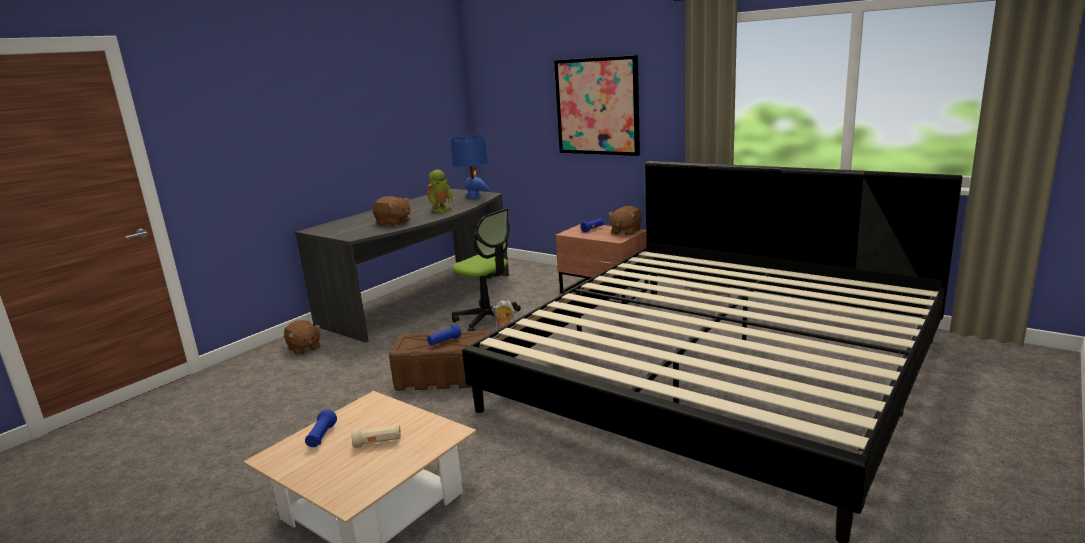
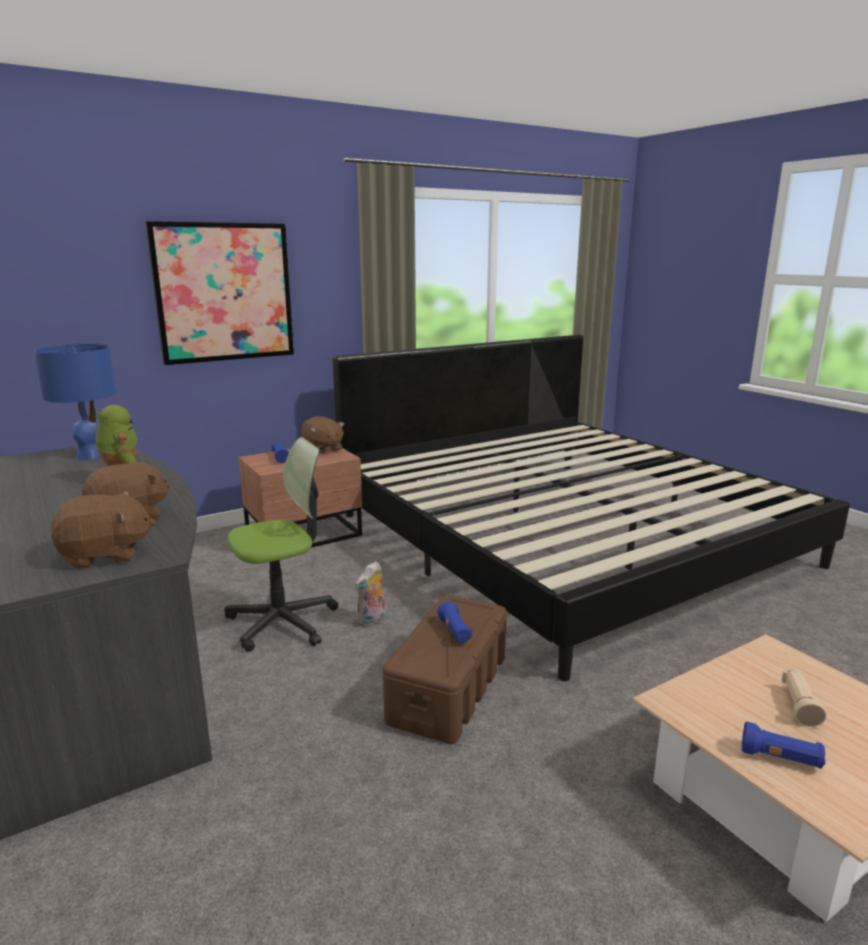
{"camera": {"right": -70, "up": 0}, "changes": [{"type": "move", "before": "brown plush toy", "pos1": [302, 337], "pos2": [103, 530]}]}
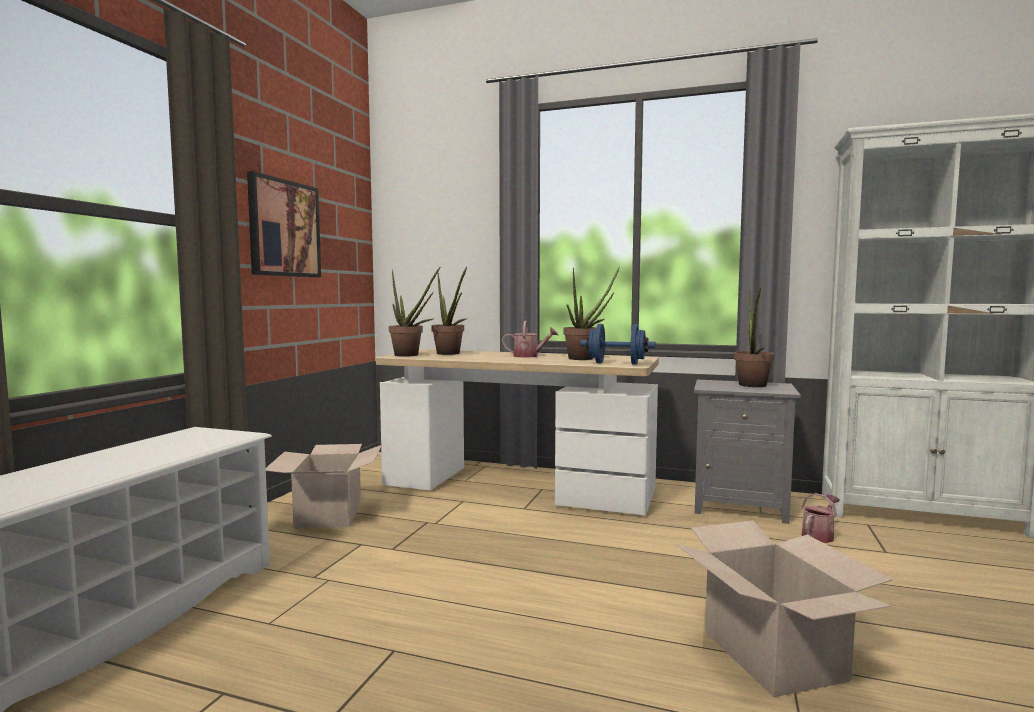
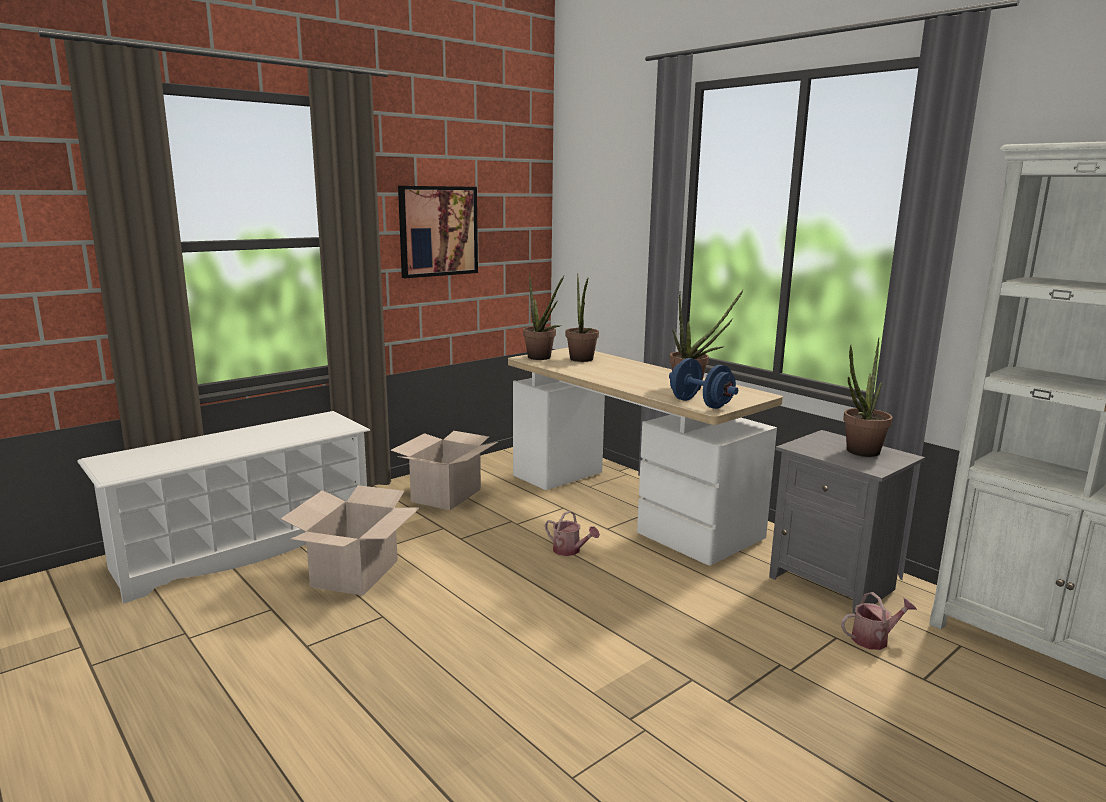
{"camera": {"right": 30, "up": 10}, "changes": [{"type": "move", "before": "watering can", "pos1": [530, 339], "pos2": [572, 533]}, {"type": "move", "before": "cardboard box", "pos1": [784, 608], "pos2": [350, 540]}]}
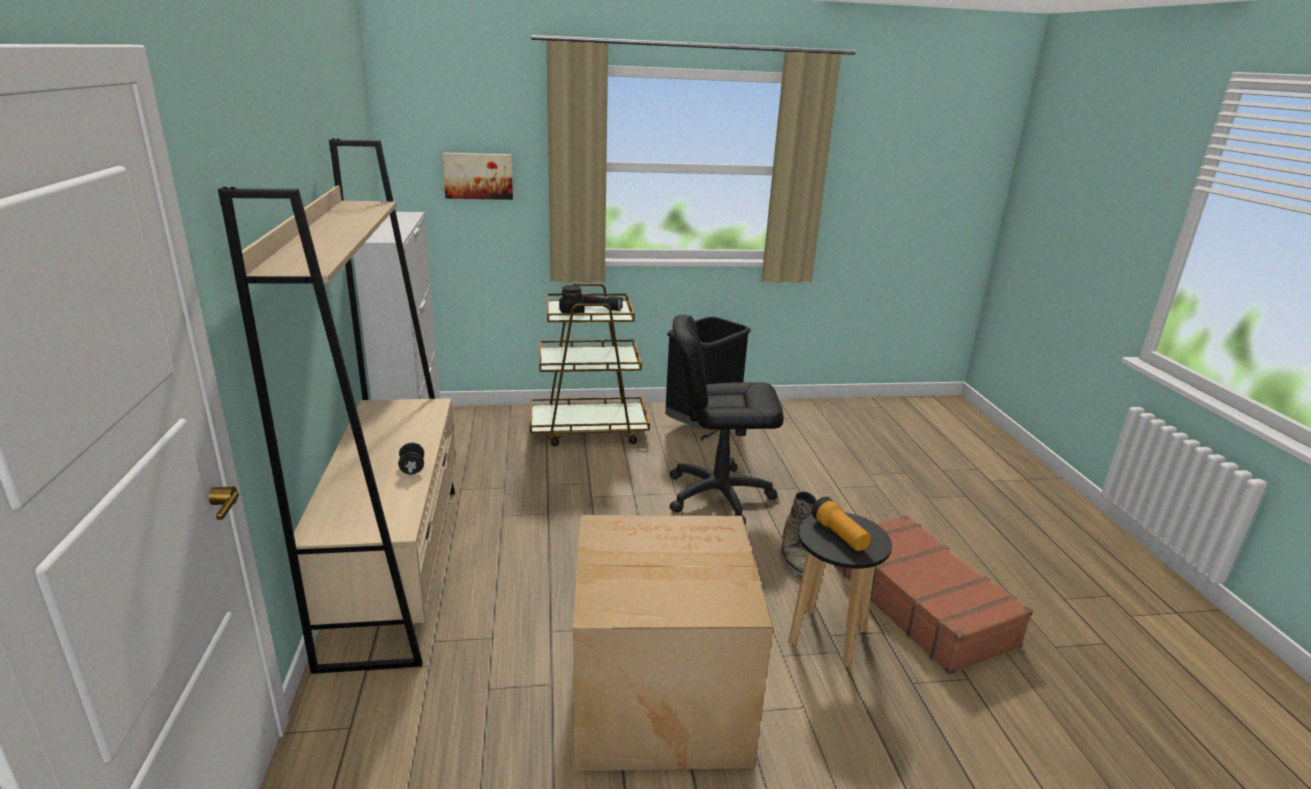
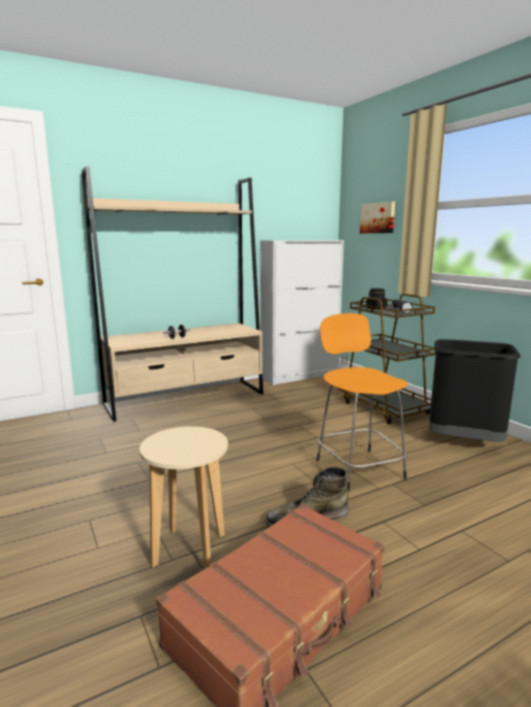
{"camera": {"right": 70, "up": -10}, "changes": [{"type": "replace", "before": "black office chair", "after": "orange stool", "pos1": [727, 419], "pos2": [362, 402]}, {"type": "delete", "before": "flashlight", "pos1": [841, 524]}, {"type": "recolor", "before": "black stool", "after": "beige stool", "pos1": [840, 589], "pos2": [183, 497]}, {"type": "delete", "before": "cardboard box", "pos1": [673, 643]}]}
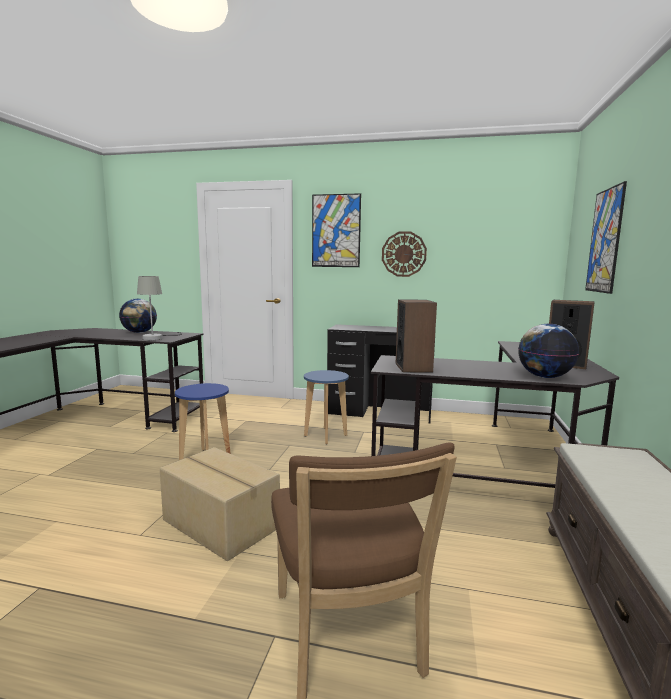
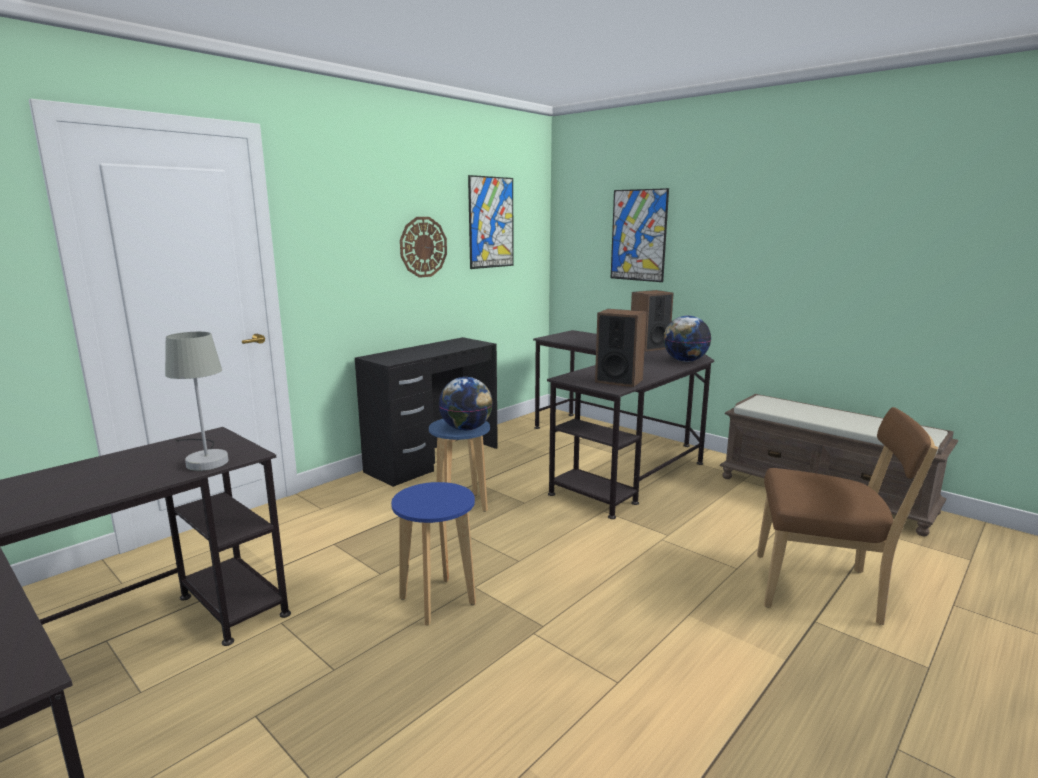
{"camera": {"right": -60, "up": 5}, "changes": [{"type": "move", "before": "picture", "pos1": [336, 230], "pos2": [490, 222]}, {"type": "move", "before": "globe", "pos1": [138, 316], "pos2": [465, 404]}, {"type": "delete", "before": "cardboard box", "pos1": [220, 504]}]}
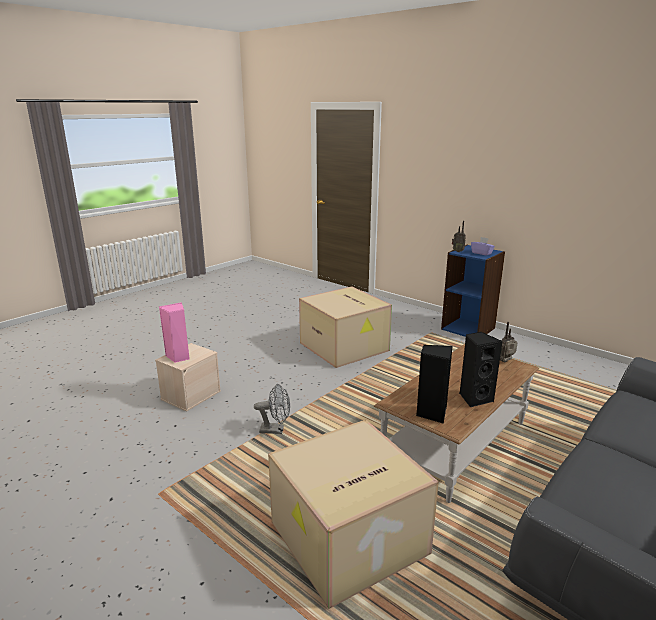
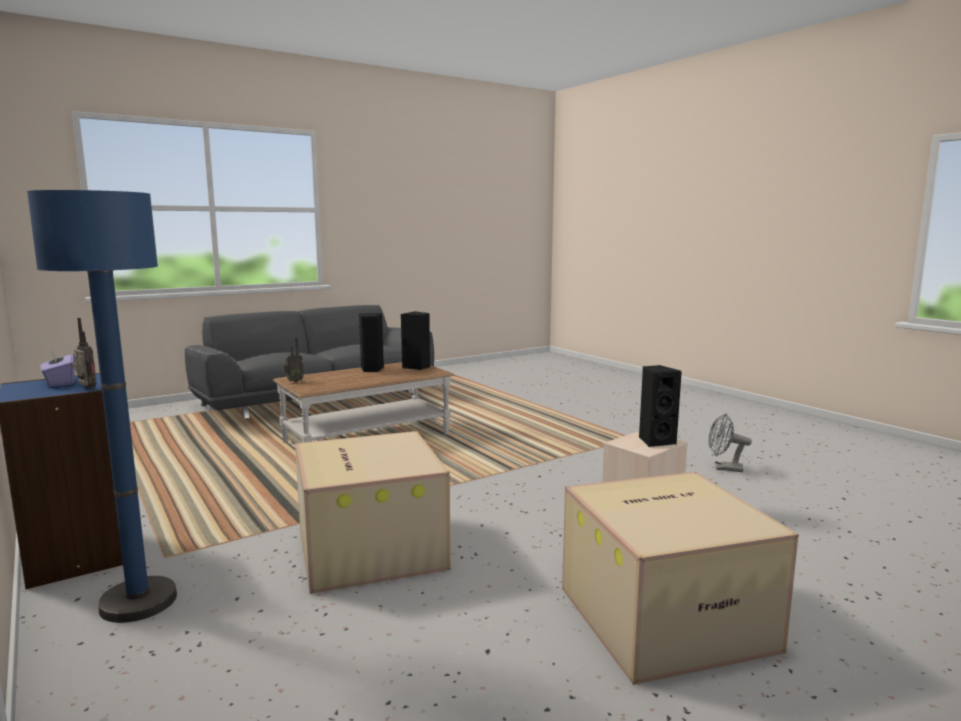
{"camera": {"right": -165, "up": -10}, "changes": [{"type": "recolor", "before": "pink speaker", "after": "black speaker", "pos1": [174, 332], "pos2": [660, 406]}, {"type": "move", "before": "grey fan", "pos1": [272, 409], "pos2": [730, 443]}, {"type": "move", "before": "cardboard box", "pos1": [353, 514], "pos2": [680, 578]}, {"type": "insert", "after": "blue floor lamp", "pos2": [102, 406]}]}
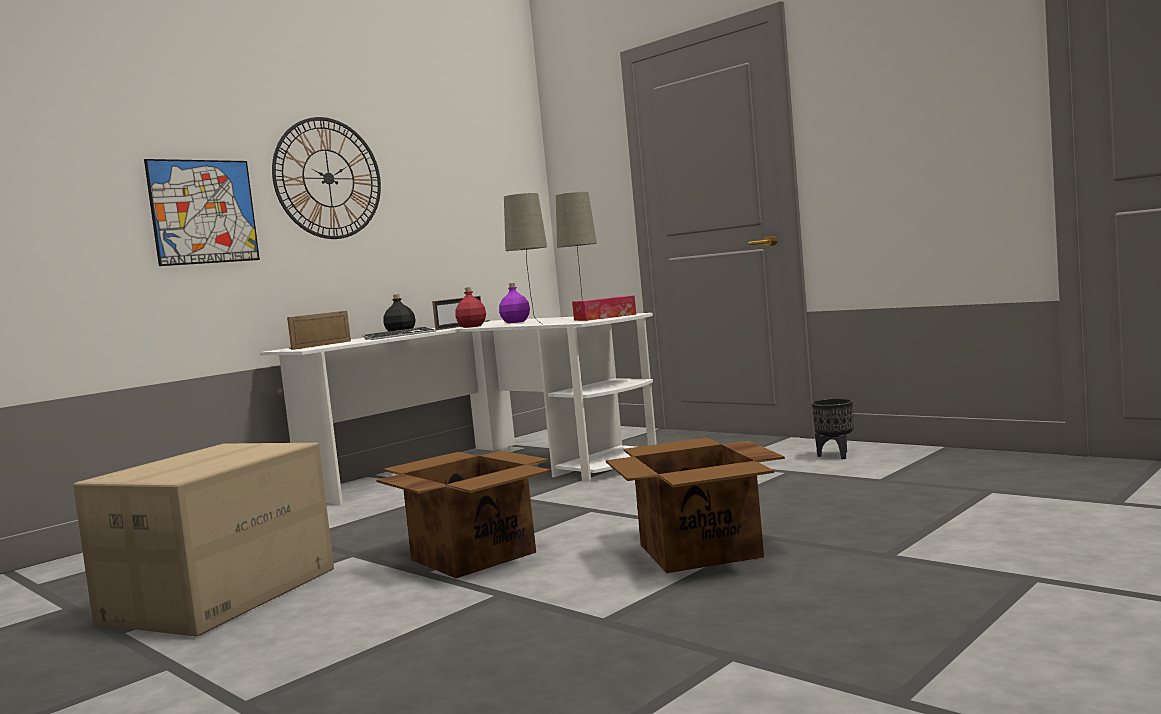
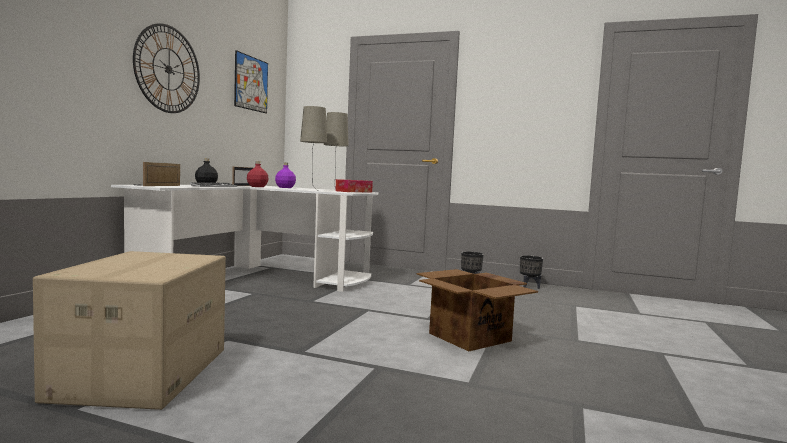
{"camera": {"right": -25, "up": 0}, "changes": [{"type": "move", "before": "picture", "pos1": [202, 212], "pos2": [251, 81]}, {"type": "delete", "before": "cardboard box", "pos1": [463, 514]}, {"type": "insert", "after": "black planter", "pos2": [531, 272]}]}
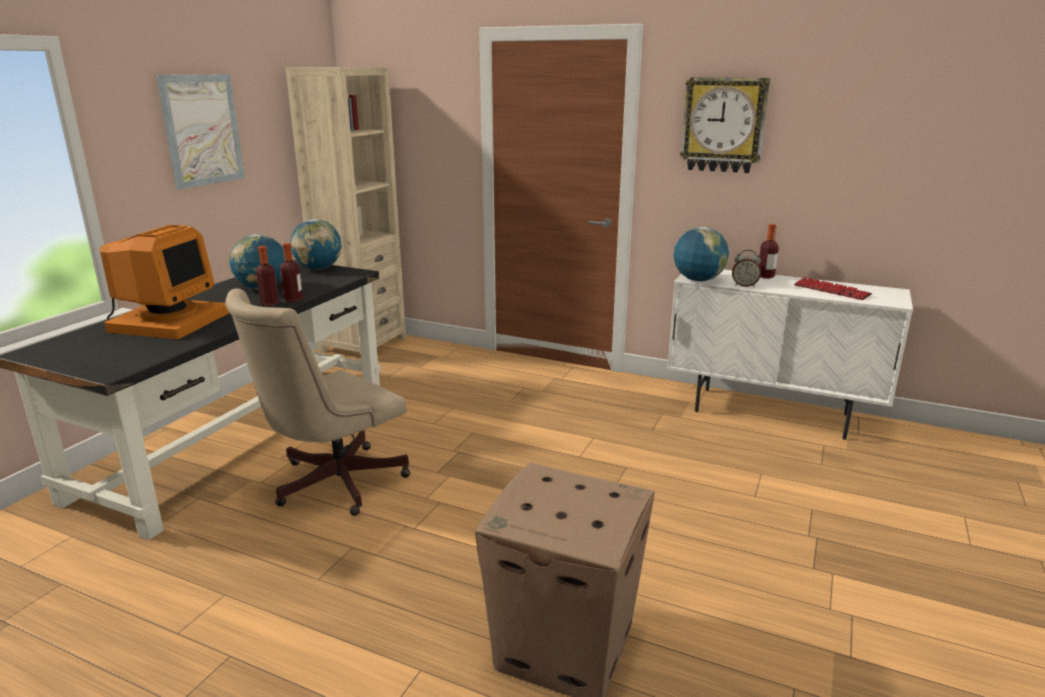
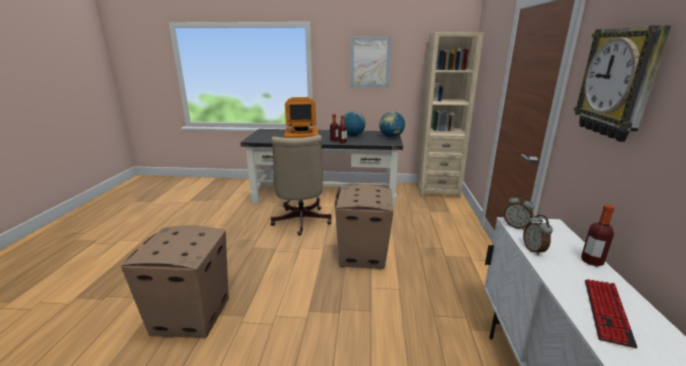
{"camera": {"right": 70, "up": 0}, "changes": [{"type": "replace", "before": "globe", "after": "alarm clock", "pos1": [701, 254], "pos2": [519, 212]}, {"type": "rotate", "before": "beige office chair", "pos1": [317, 402], "pos2": [301, 185], "turn": -120}, {"type": "insert", "after": "cardboard box", "pos2": [364, 227]}]}
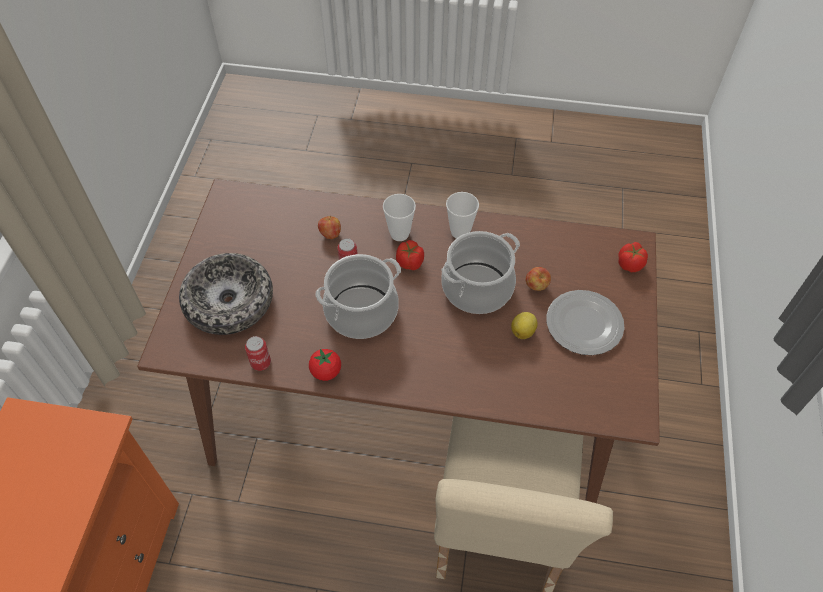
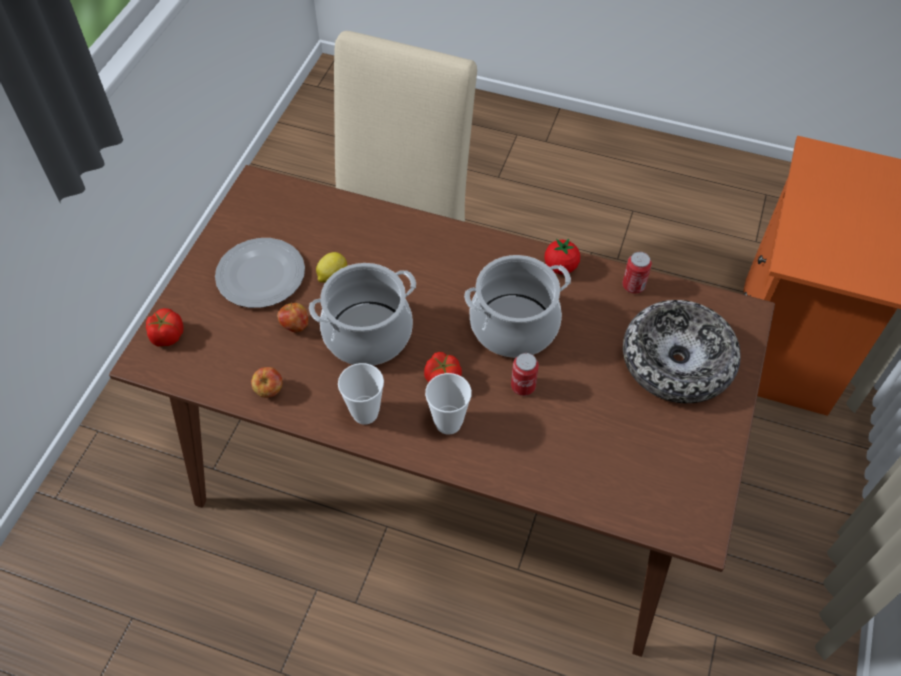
{"camera": {"right": -170, "up": 0}, "changes": [{"type": "move", "before": "apple", "pos1": [329, 227], "pos2": [266, 382]}]}
